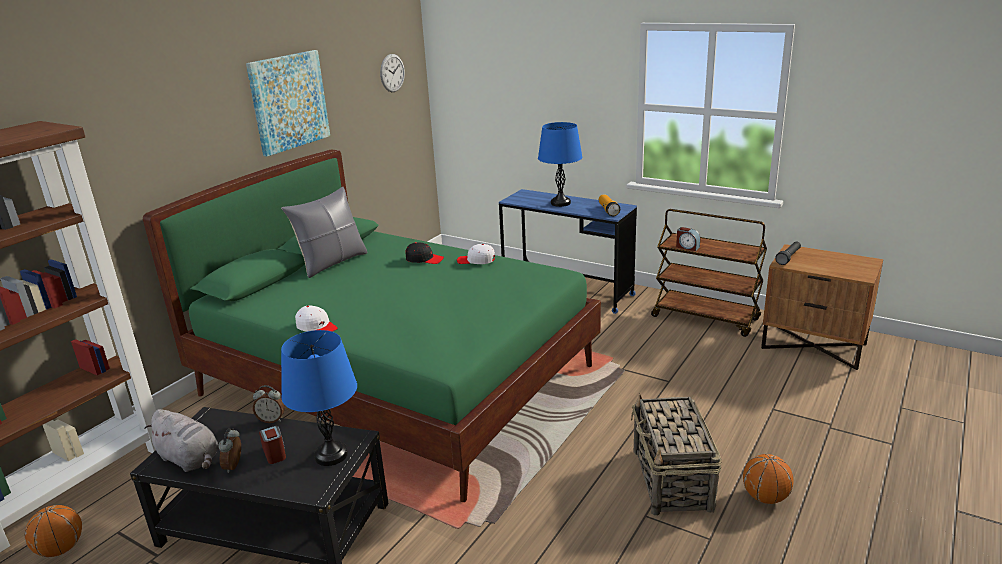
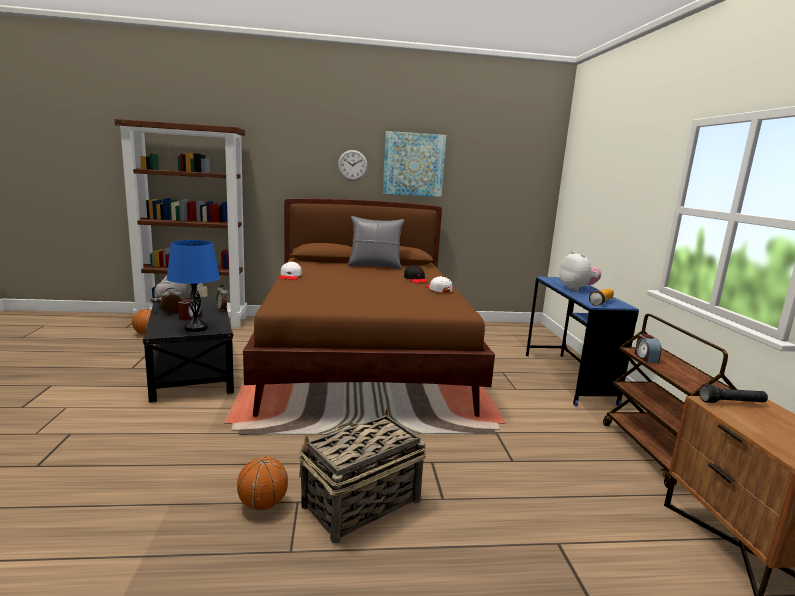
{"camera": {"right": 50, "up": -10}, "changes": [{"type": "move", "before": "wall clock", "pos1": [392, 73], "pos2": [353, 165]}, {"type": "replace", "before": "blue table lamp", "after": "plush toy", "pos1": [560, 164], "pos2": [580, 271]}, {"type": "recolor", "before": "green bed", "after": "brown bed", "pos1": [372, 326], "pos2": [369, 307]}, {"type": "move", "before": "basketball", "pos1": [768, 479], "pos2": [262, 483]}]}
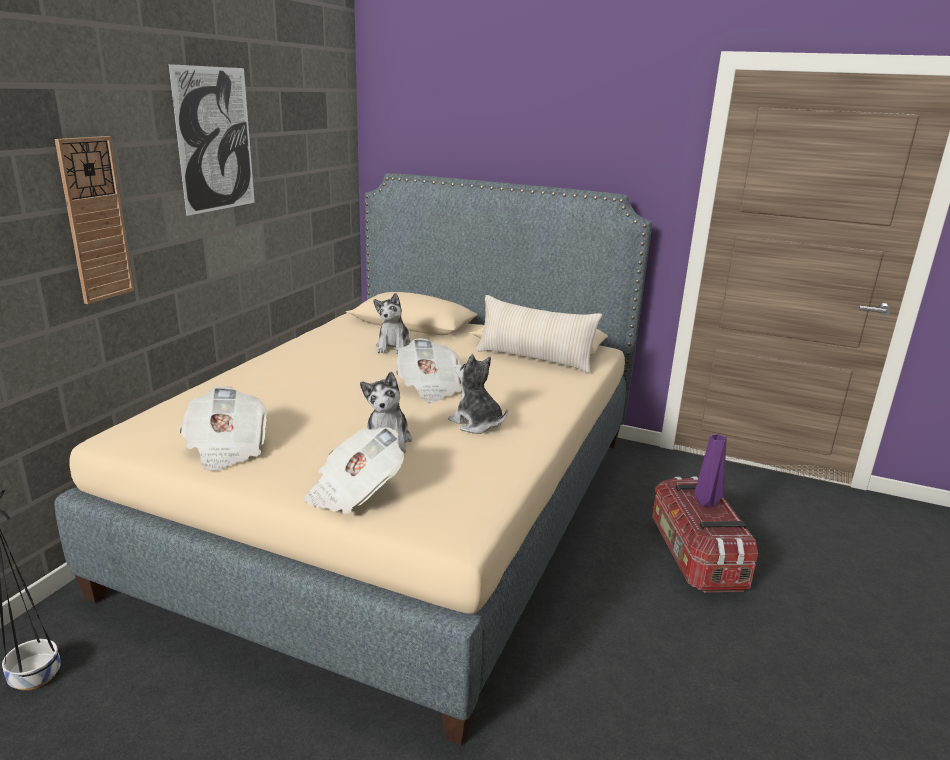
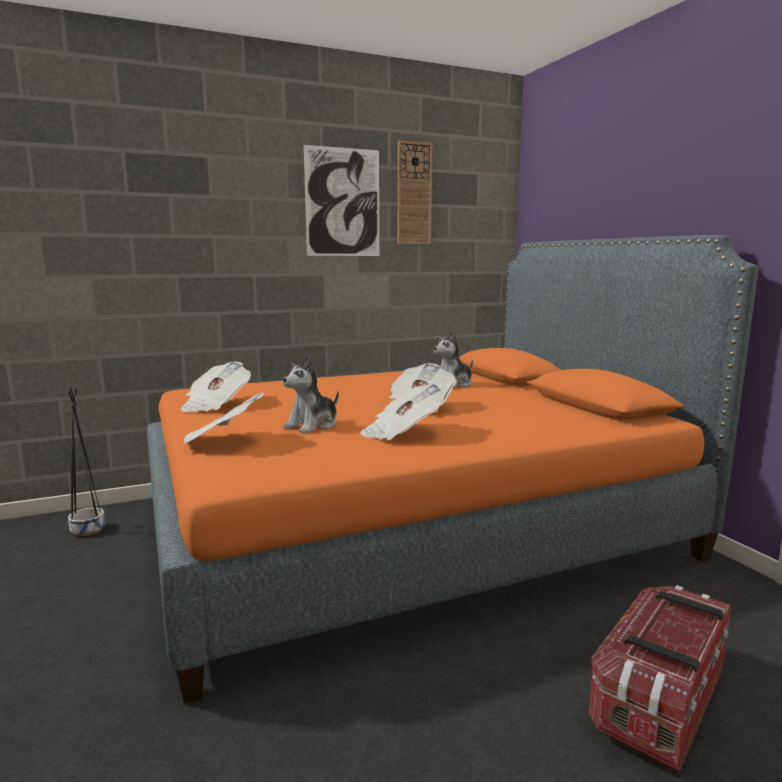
{"camera": {"right": 45, "up": -10}, "changes": [{"type": "move", "before": "wall clock", "pos1": [94, 220], "pos2": [415, 192]}, {"type": "recolor", "before": "beige bed", "after": "orange bed", "pos1": [353, 459], "pos2": [453, 469]}, {"type": "delete", "before": "beige pillow", "pos1": [539, 334]}, {"type": "replace", "before": "plush toy", "after": "newspaper", "pos1": [478, 394], "pos2": [402, 412]}, {"type": "delete", "before": "purple vase", "pos1": [711, 470]}]}
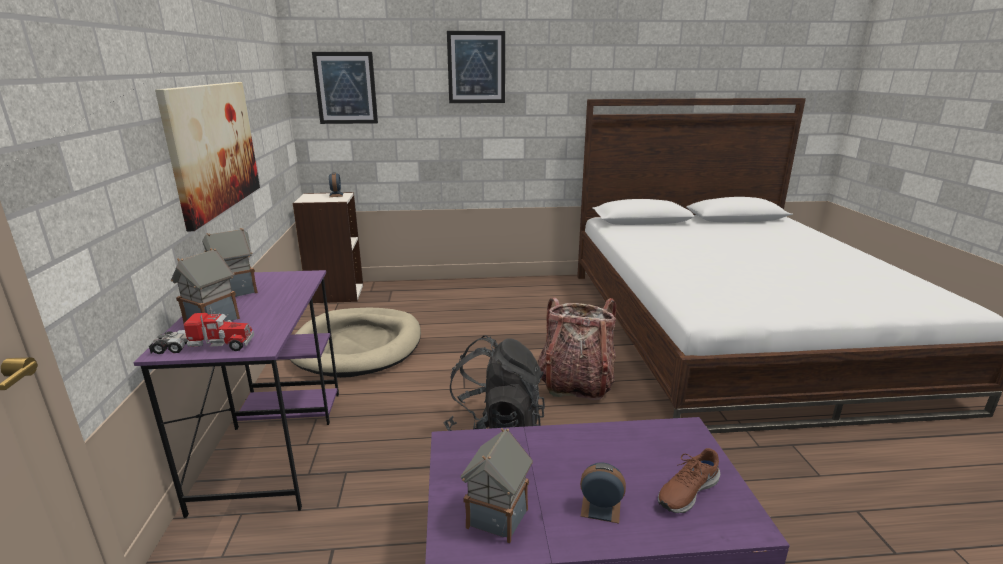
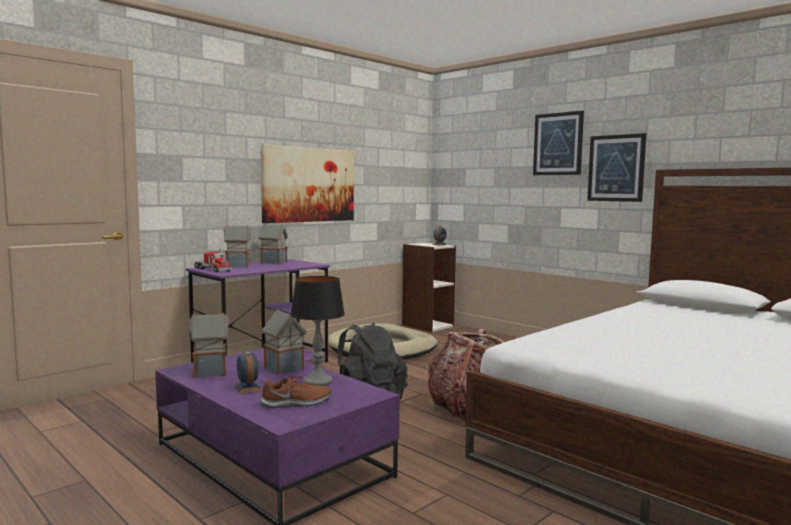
{"camera": {"right": 50, "up": -15}, "changes": [{"type": "move", "before": "picture", "pos1": [345, 88], "pos2": [617, 167]}, {"type": "rotate", "before": "brown shoe", "pos1": [689, 480], "pos2": [295, 392], "turn": 150}, {"type": "insert", "after": "table lamp", "pos2": [317, 331]}, {"type": "insert", "after": "toy house", "pos2": [284, 342]}]}
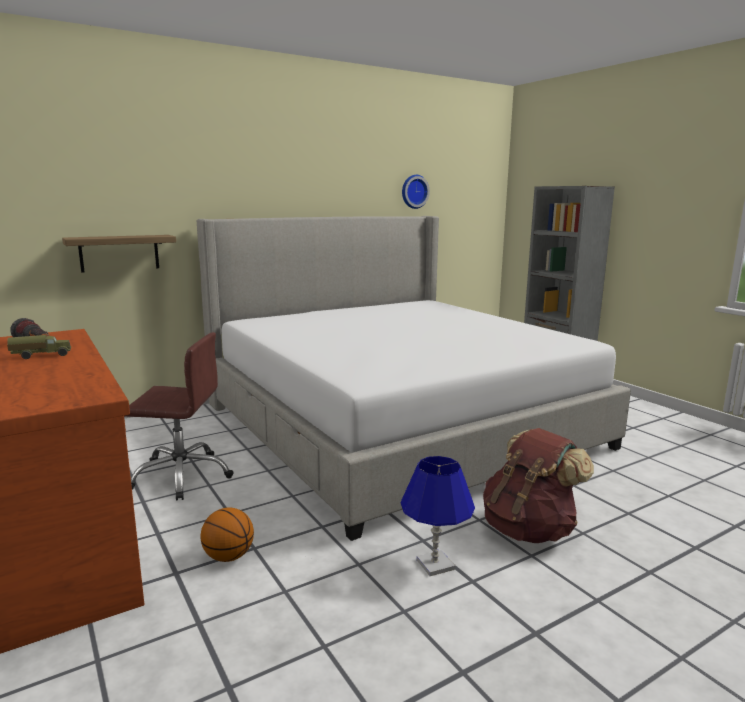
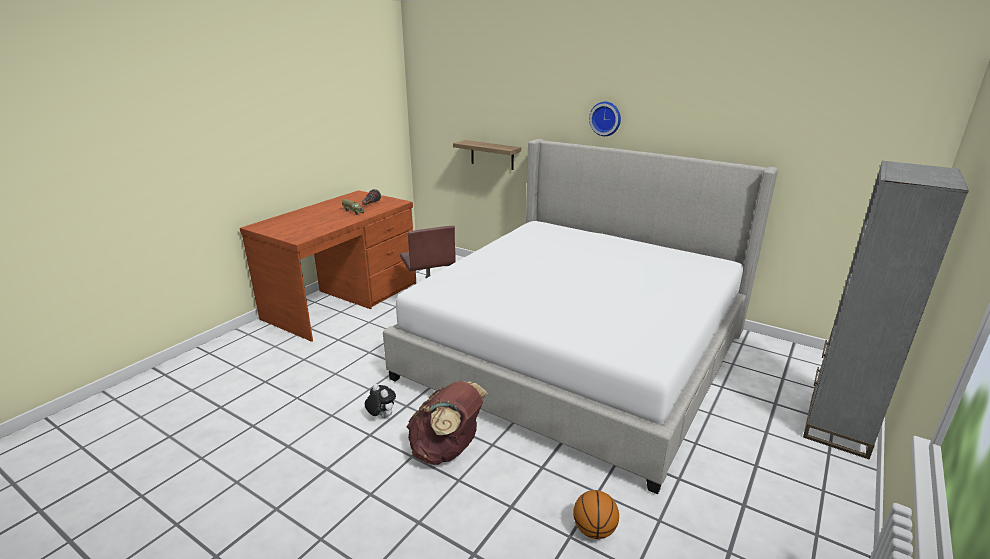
{"camera": {"right": 65, "up": 10}, "changes": [{"type": "move", "before": "wall clock", "pos1": [416, 192], "pos2": [605, 119]}, {"type": "replace", "before": "blue table lamp", "after": "plush toy", "pos1": [438, 516], "pos2": [380, 401]}, {"type": "move", "before": "basketball", "pos1": [227, 535], "pos2": [596, 514]}]}
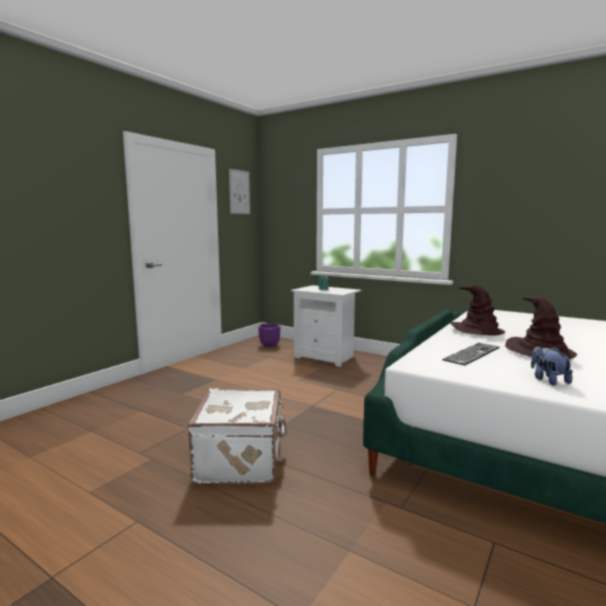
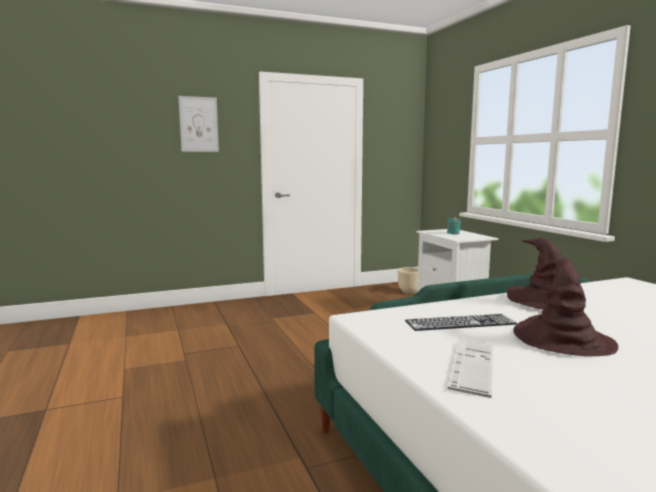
{"camera": {"right": 35, "up": 0}, "changes": [{"type": "move", "before": "picture", "pos1": [239, 191], "pos2": [198, 124]}, {"type": "recolor", "before": "purple planter", "after": "beige planter", "pos1": [269, 335], "pos2": [408, 280]}, {"type": "replace", "before": "plush toy", "after": "keyboard", "pos1": [552, 366], "pos2": [470, 369]}, {"type": "delete", "before": "white suitcase", "pos1": [237, 436]}]}
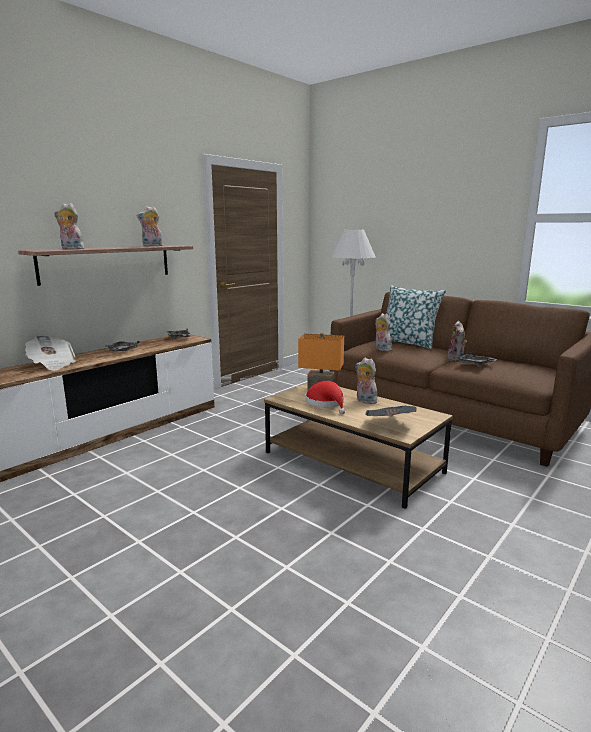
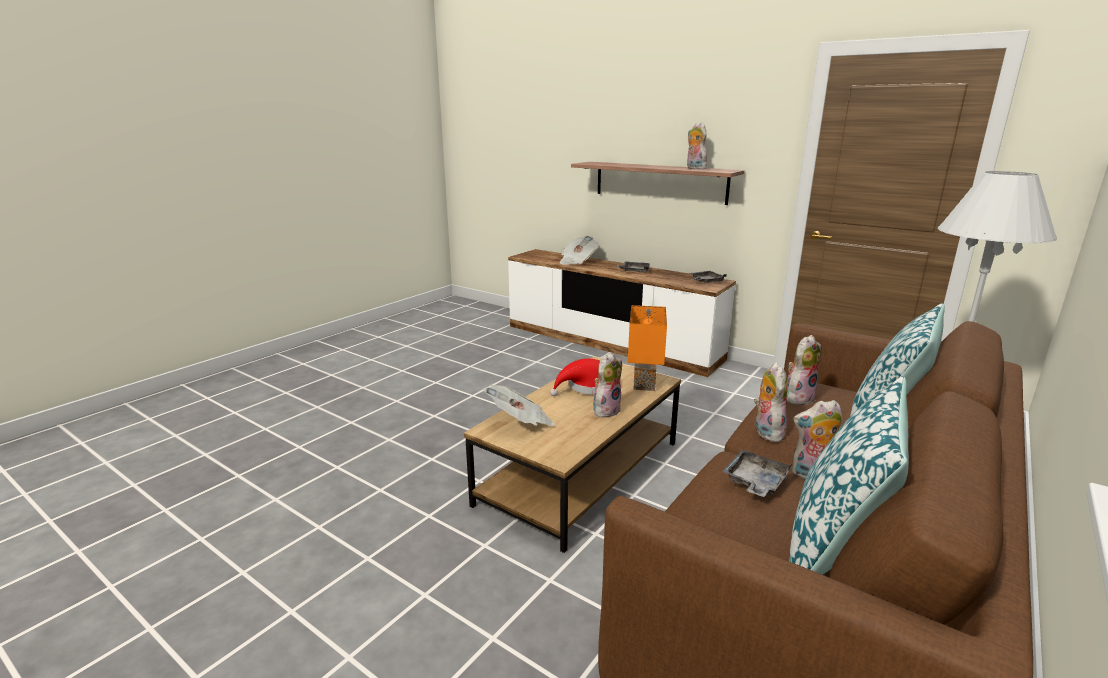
{"camera": {"right": 85, "up": 5}, "changes": [{"type": "move", "before": "plush toy", "pos1": [70, 226], "pos2": [771, 402]}, {"type": "insert", "after": "pillow", "pos2": [849, 475]}]}
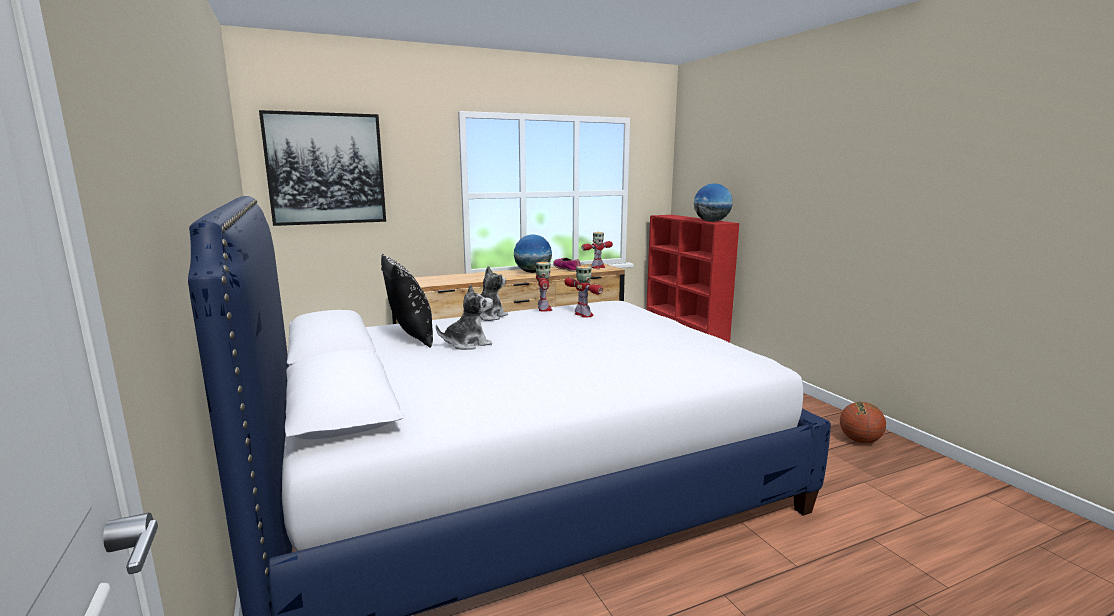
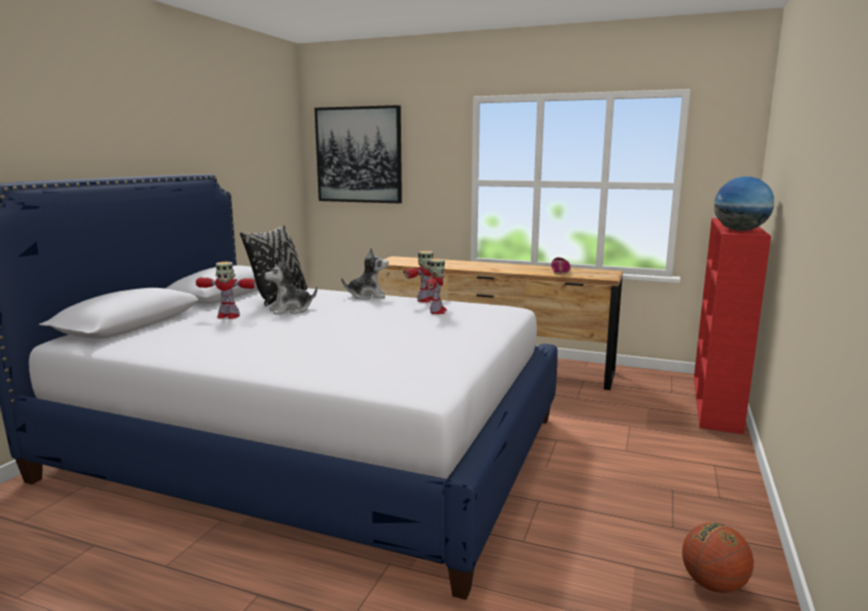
{"camera": {"right": 45, "up": 0}, "changes": [{"type": "move", "before": "toy robot", "pos1": [597, 250], "pos2": [226, 290]}, {"type": "delete", "before": "globe", "pos1": [533, 254]}, {"type": "rotate", "before": "plush toy", "pos1": [464, 317], "pos2": [290, 287], "turn": 135}]}
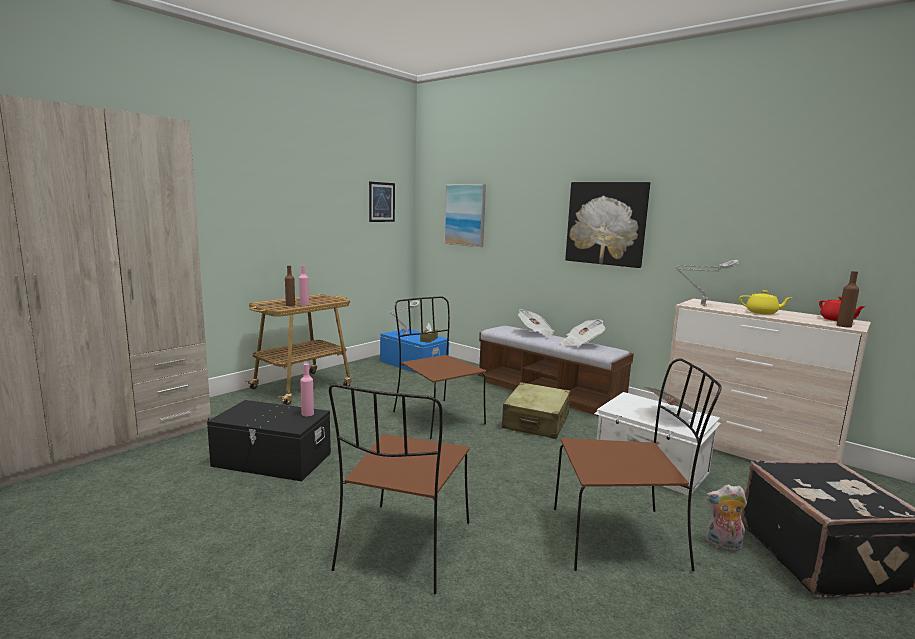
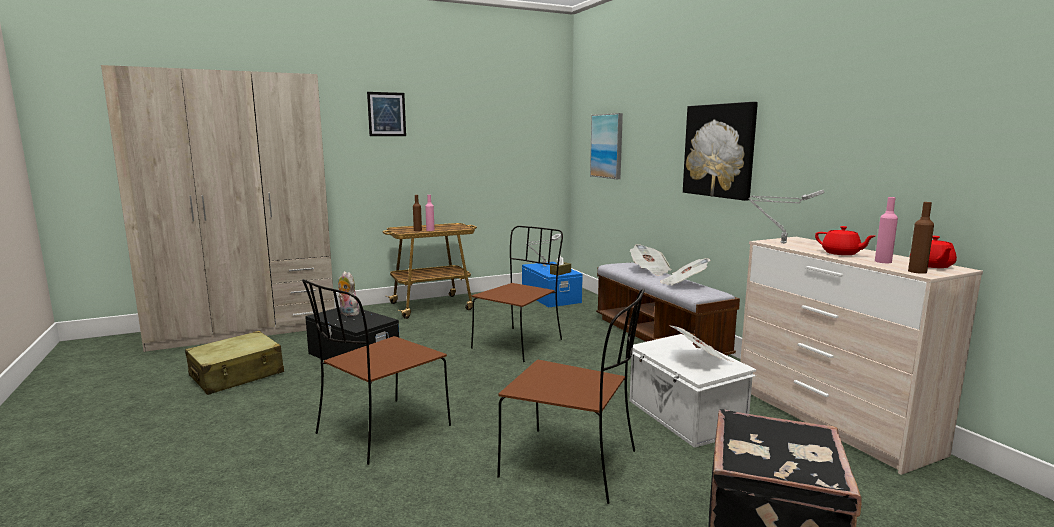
{"camera": {"right": 25, "up": 0}, "changes": [{"type": "move", "before": "picture", "pos1": [382, 201], "pos2": [386, 114]}, {"type": "recolor", "before": "yellow teapot", "after": "red teapot", "pos1": [765, 302], "pos2": [845, 240]}, {"type": "rotate", "before": "brown chair", "pos1": [439, 367], "pos2": [517, 294], "turn": 45}, {"type": "move", "before": "pink bottle", "pos1": [307, 389], "pos2": [886, 230]}, {"type": "move", "before": "beige suitcase", "pos1": [536, 410], "pos2": [234, 363]}, {"type": "move", "before": "plush toy", "pos1": [726, 518], "pos2": [348, 293]}]}
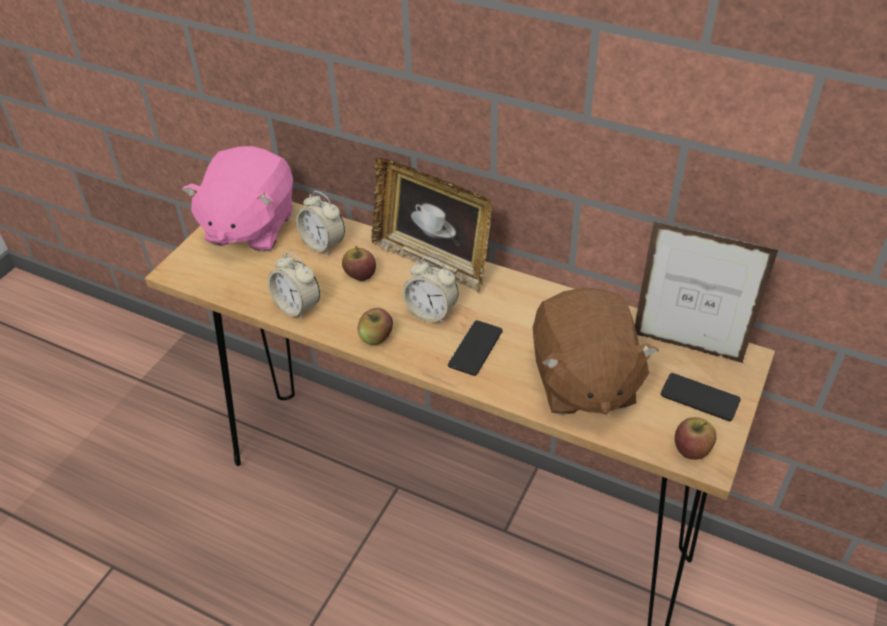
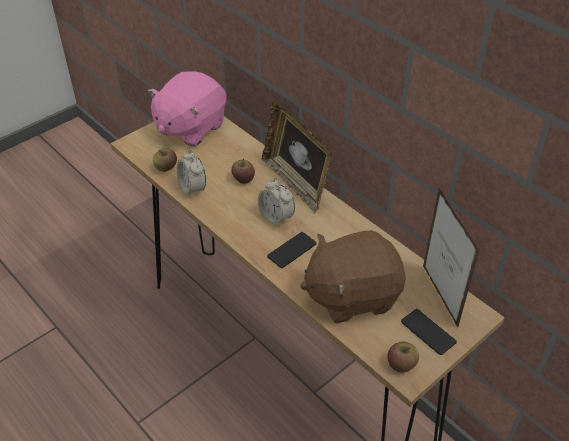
{"camera": {"right": 20, "up": 0}, "changes": [{"type": "delete", "before": "alarm clock", "pos1": [320, 223]}, {"type": "rotate", "before": "picture frame", "pos1": [707, 292], "pos2": [451, 257], "turn": -150}, {"type": "rotate", "before": "brown plush toy", "pos1": [596, 351], "pos2": [353, 276], "turn": 60}, {"type": "move", "before": "apple", "pos1": [375, 326], "pos2": [165, 160]}]}
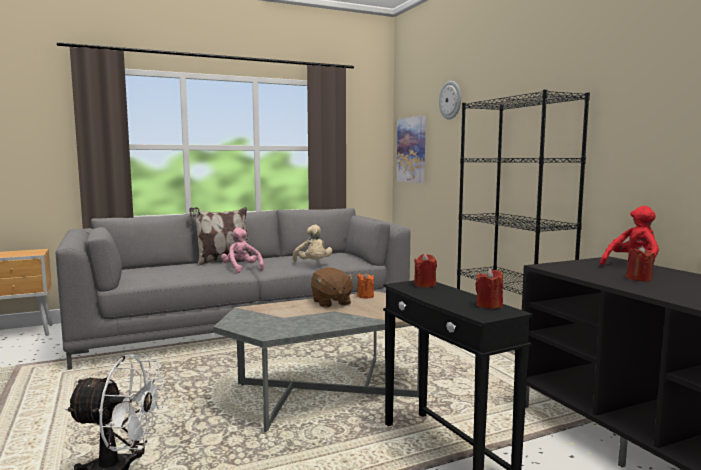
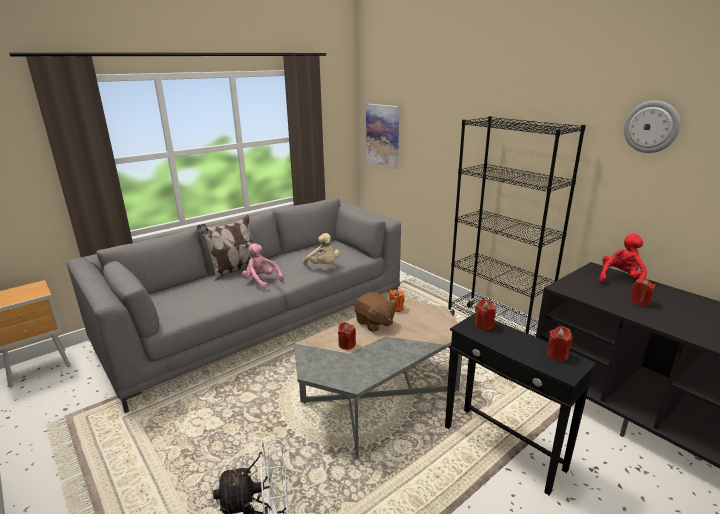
{"camera": {"right": -15, "up": 15}, "changes": [{"type": "move", "before": "wall clock", "pos1": [450, 100], "pos2": [652, 127]}, {"type": "insert", "after": "red candle", "pos2": [347, 336]}]}
